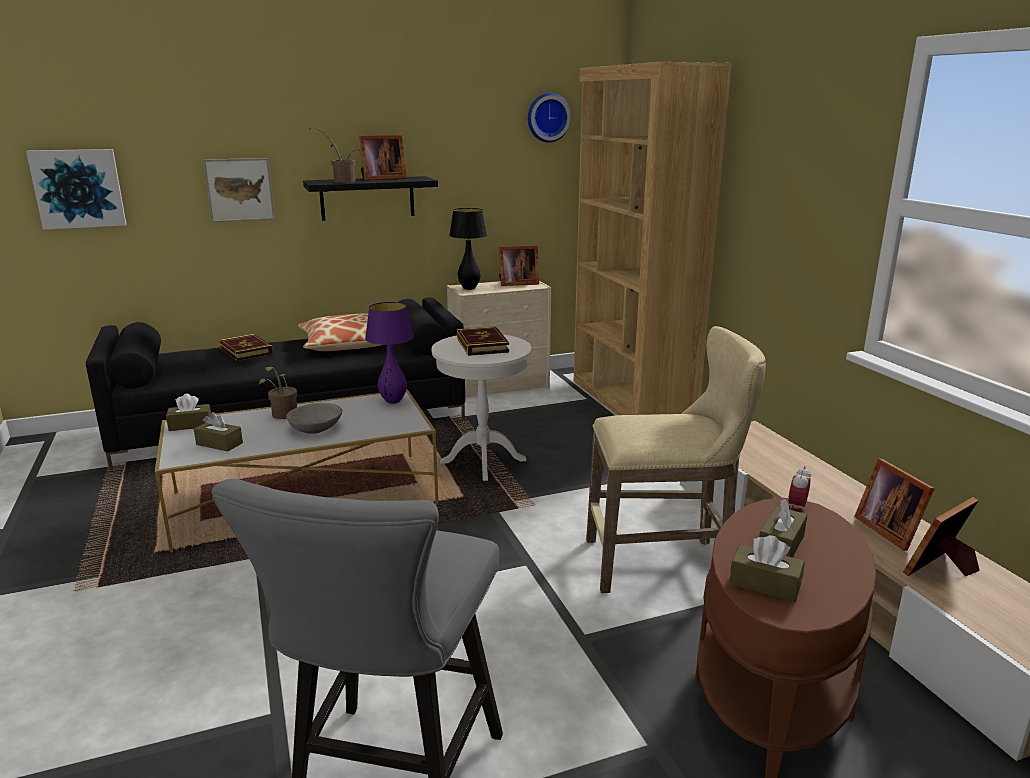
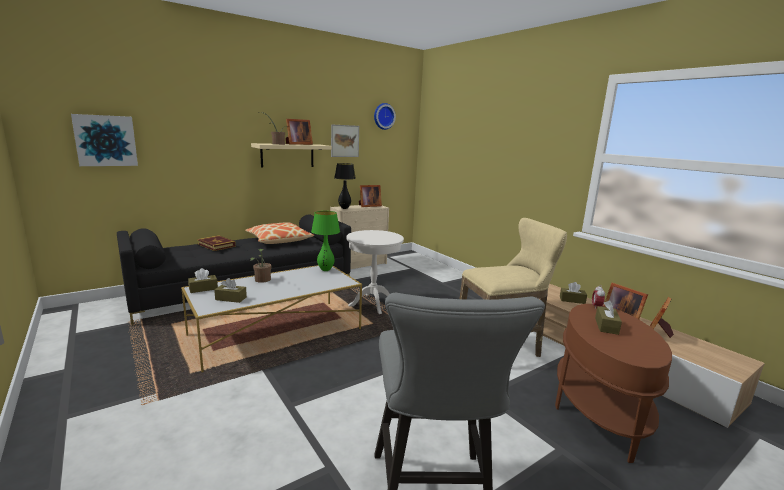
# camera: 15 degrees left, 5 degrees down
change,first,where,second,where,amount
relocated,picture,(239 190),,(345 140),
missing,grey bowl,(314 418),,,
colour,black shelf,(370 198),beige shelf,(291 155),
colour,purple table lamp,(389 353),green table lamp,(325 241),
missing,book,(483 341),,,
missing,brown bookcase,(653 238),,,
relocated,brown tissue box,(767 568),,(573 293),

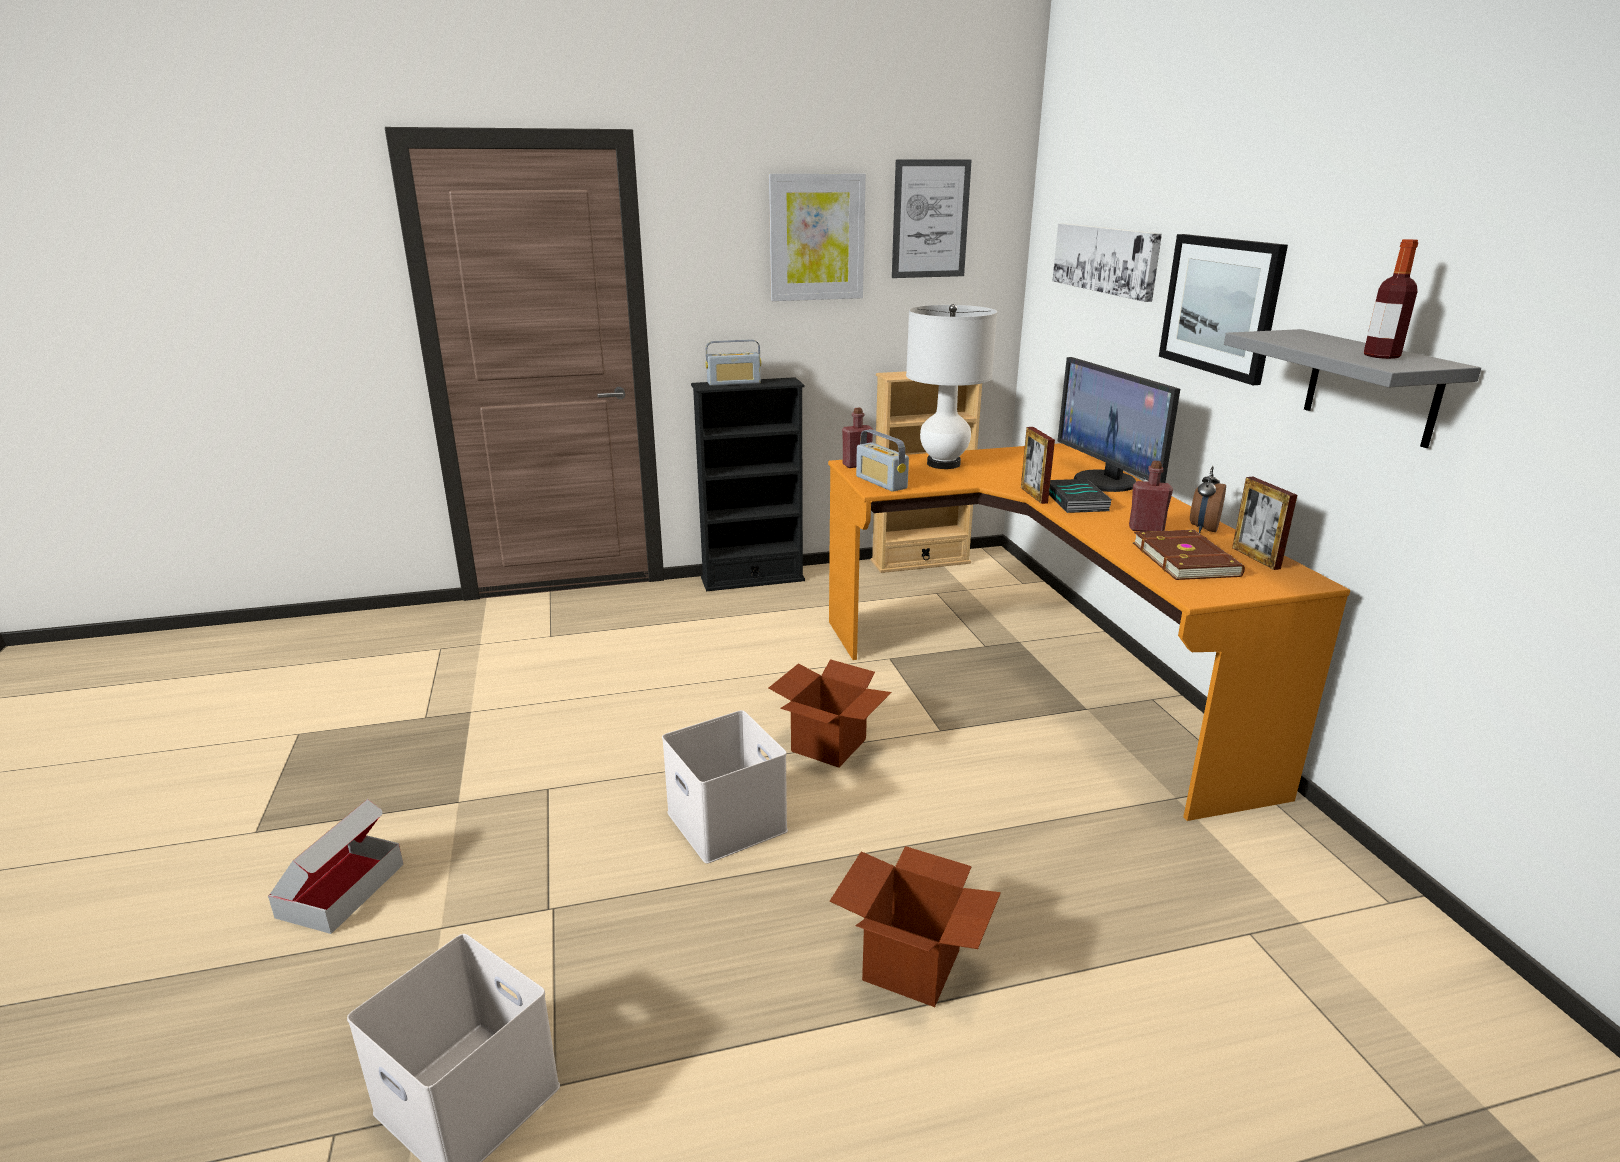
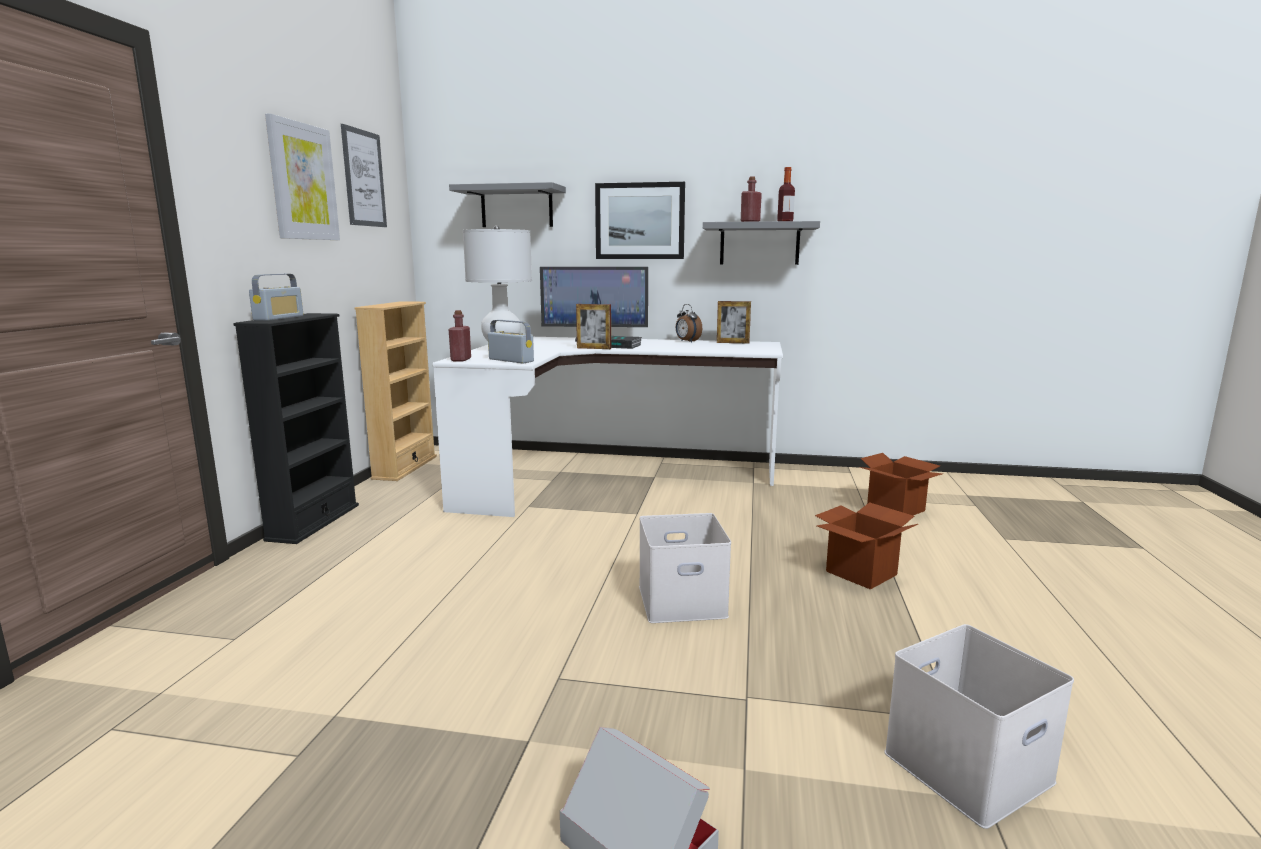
# camera: 65 degrees left, 10 degrees down
change,first,where,second,where,amount
relocated,cardboard box,(830 713),,(901 484),
colour,orange desk,(1089 632),white desk,(607 427),
spun,radio,(882 460),,(511 341),135 degrees counterclockwise
exchanged,picture,(1107 262),grey shelf,(507 204),
relocated,red bottle,(1151 496),,(751 199),
missing,brown book,(1189 555),,,

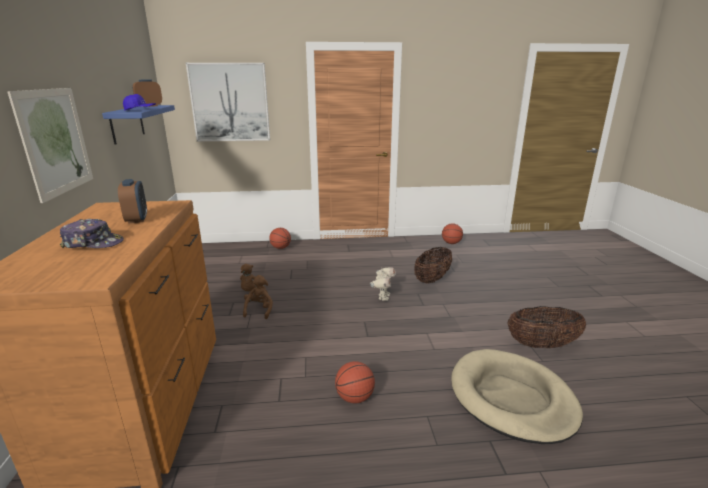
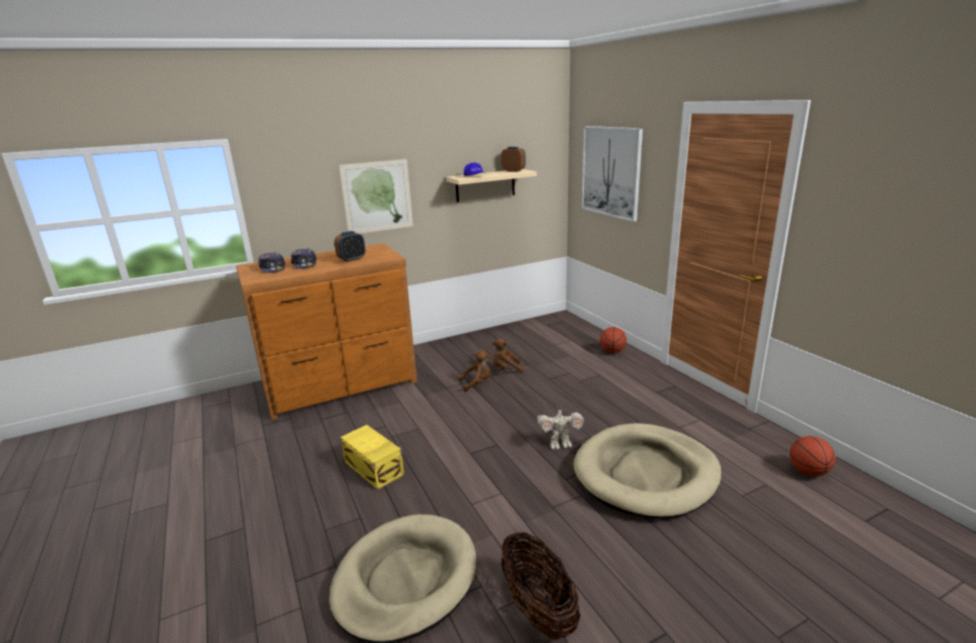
# camera: 70 degrees right, 0 degrees up
change,first,where,second,where,amount
colour,blue shelf,(138 125),beige shelf,(491 185),
exchanged,basketball,(355 382),yellow storage box,(372 457),
exchanged,basket,(433 265),beige dog bed,(647 470),
appeared,,,cap,(272 262),

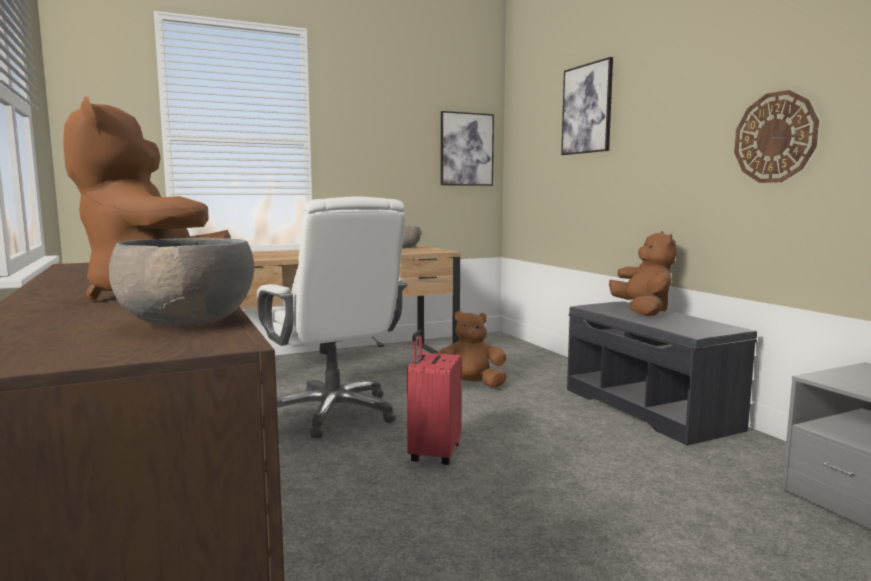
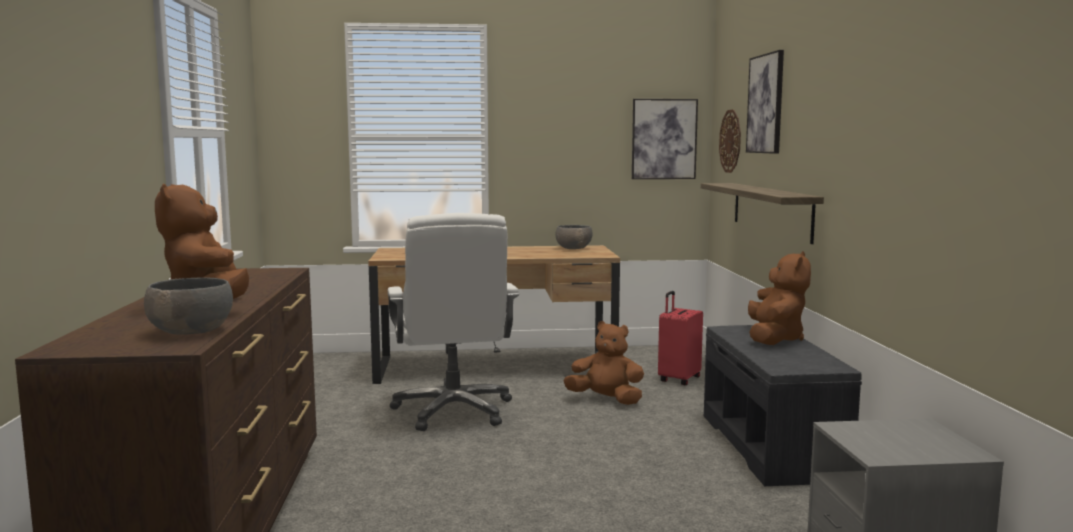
# camera: 20 degrees right, 0 degrees up
change,first,where,second,where,amount
relocated,red suitcase,(434 397),,(680 338),
relocated,wall clock,(776 136),,(730 141),
appeared,,,shelf,(762 213),

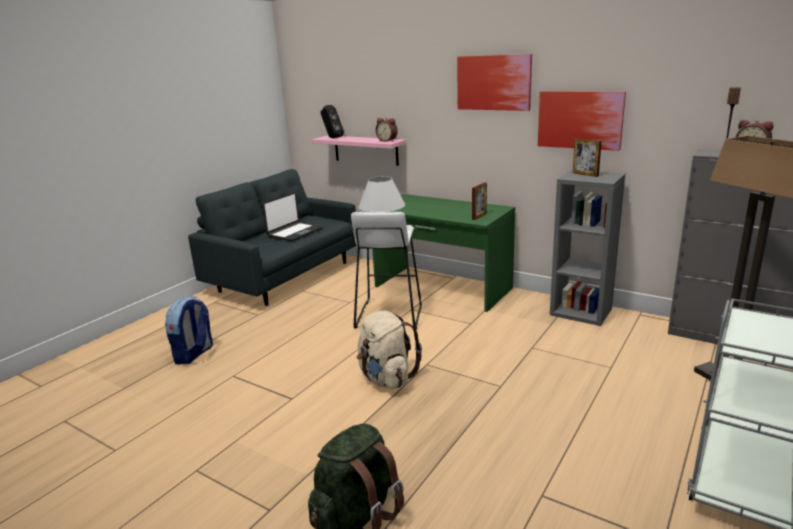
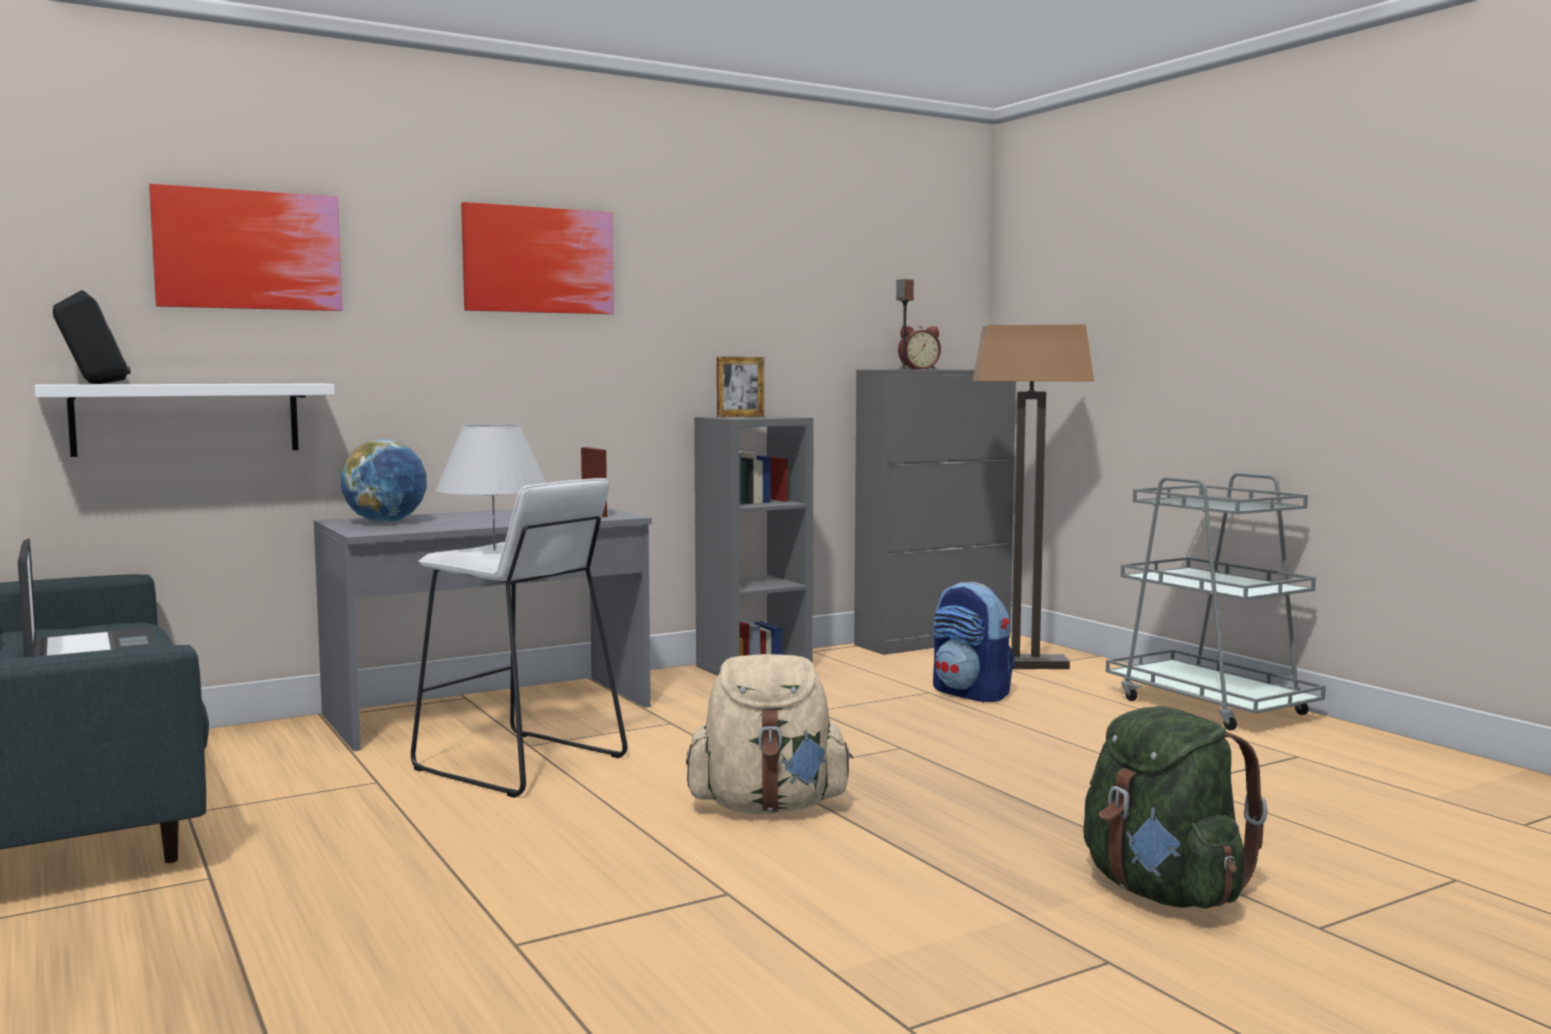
# camera: 65 degrees left, 15 degrees down
change,first,where,second,where,amount
relocated,backpack,(189 330),,(973 642),
colour,pink shelf,(359 150),white shelf,(184 420),
colour,green desk,(443 253),grey desk,(483 629),
missing,alarm clock,(387 130),,,
relocated,picture,(582 121),,(245 247),
appeared,,,globe,(384 480),

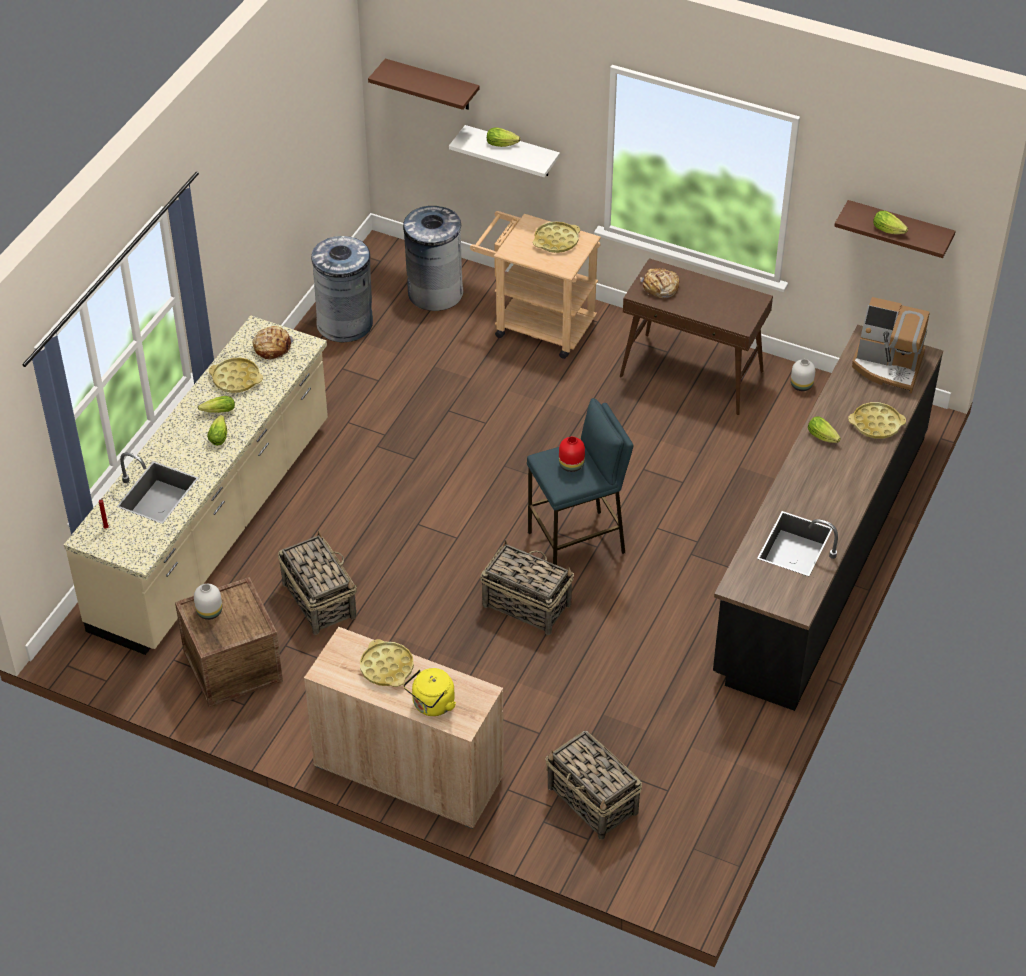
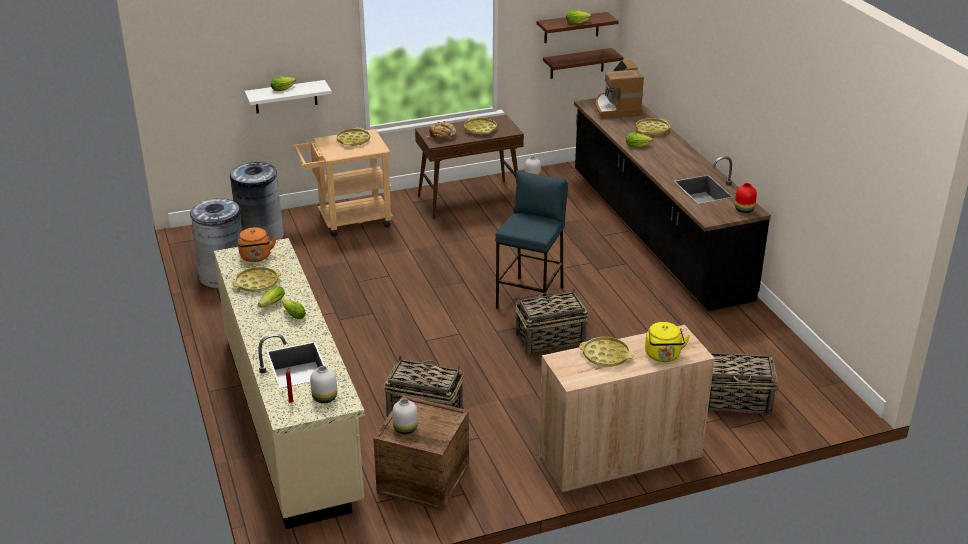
# camera: 45 degrees left, 15 degrees down
change,first,where,second,where,amount
exchanged,bread,(273 342),orange kettle,(257 245),
relocated,brown shelf,(424 84),,(583 63),
relocated,red vase,(572 454),,(746 198),
spun,coffee machine,(891 345),,(619 89),105 degrees clockwise
appeared,,,white vase,(323 384),
appeared,,,yellow tray,(480 125),

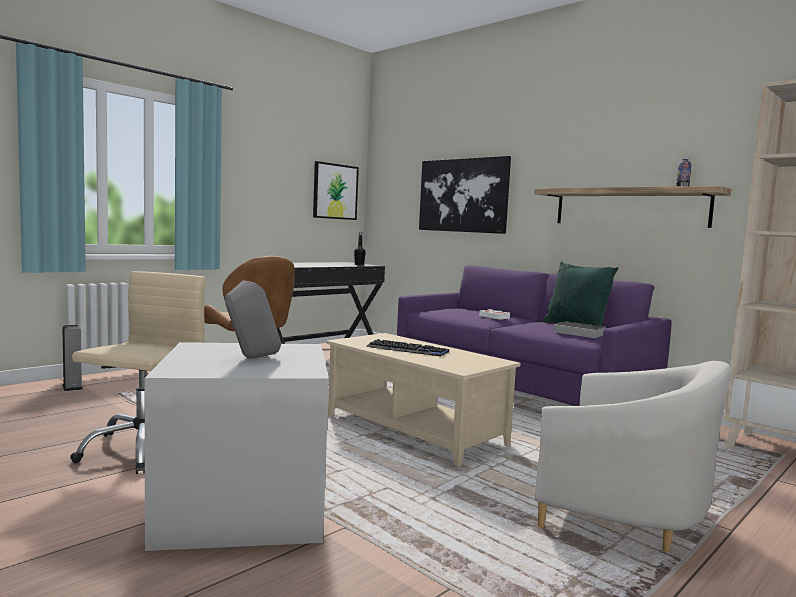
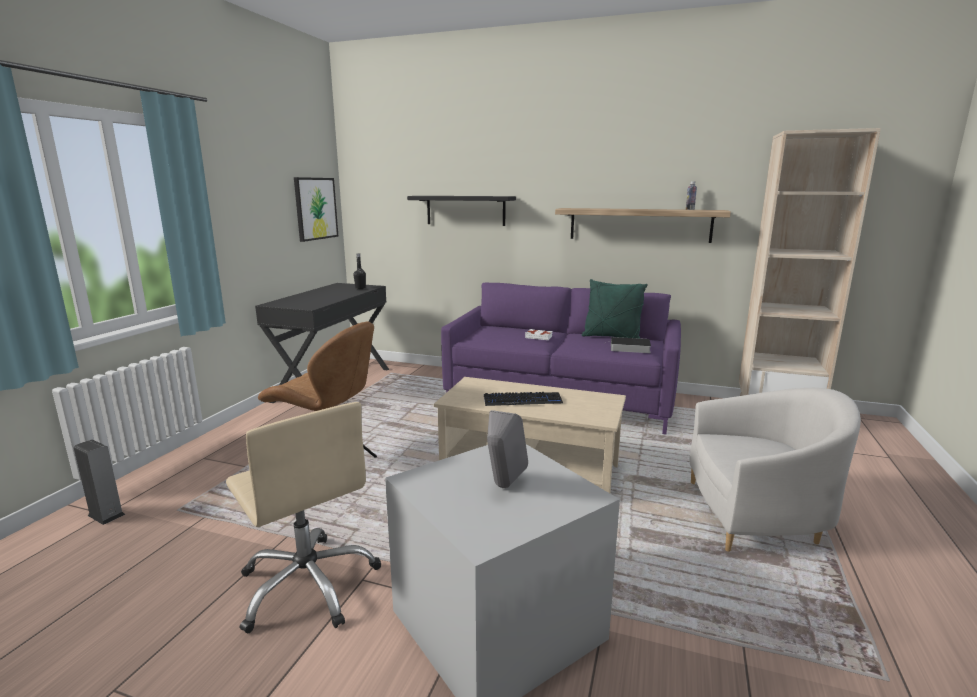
# camera: 25 degrees left, 10 degrees up
change,first,where,second,where,amount
spun,beige office chair,(138 372),,(303 518),150 degrees clockwise
exchanged,picture,(465 195),black shelf,(461 211),

